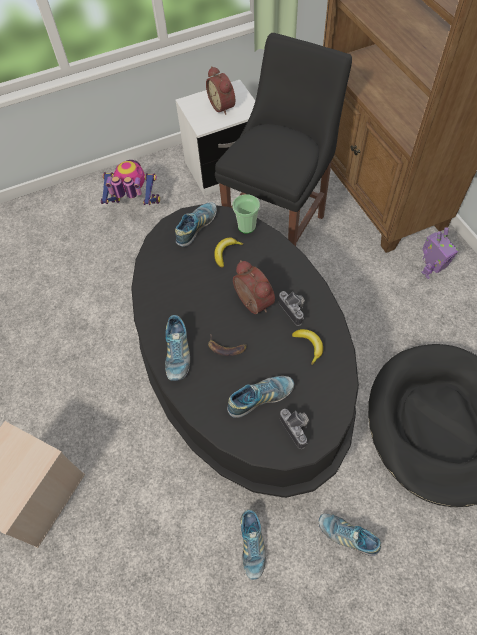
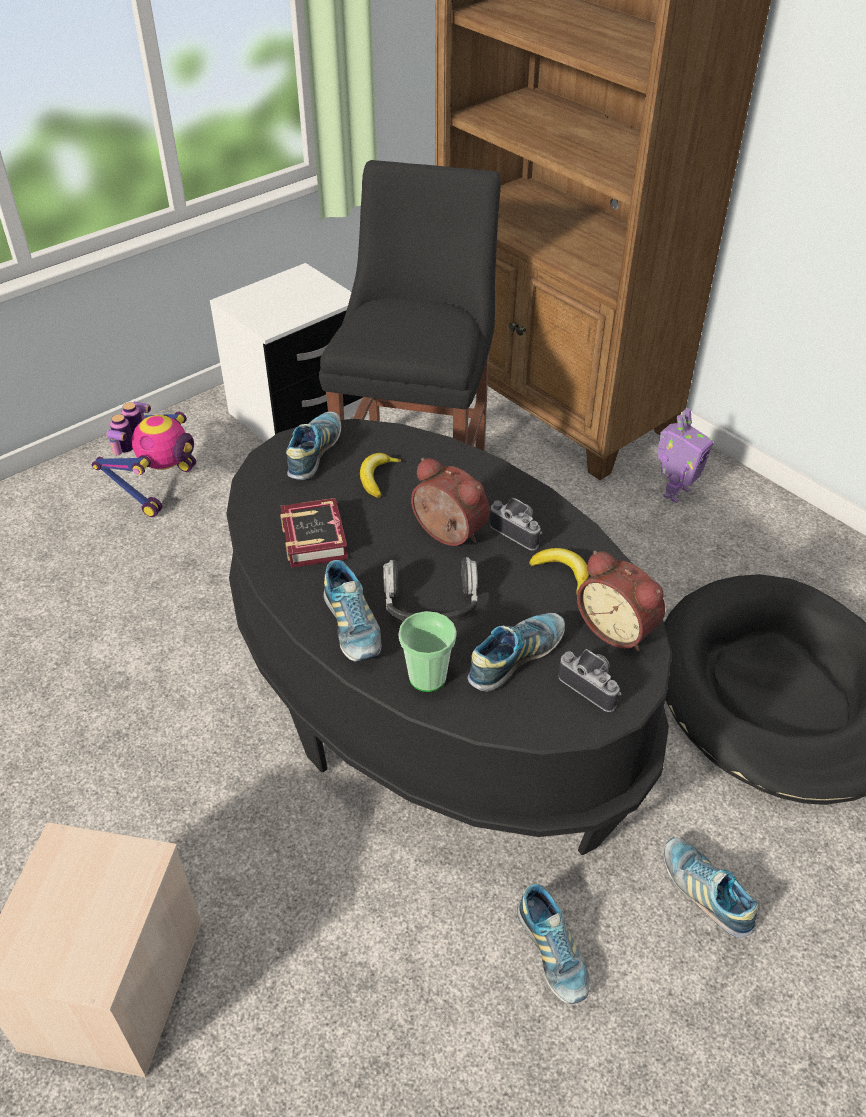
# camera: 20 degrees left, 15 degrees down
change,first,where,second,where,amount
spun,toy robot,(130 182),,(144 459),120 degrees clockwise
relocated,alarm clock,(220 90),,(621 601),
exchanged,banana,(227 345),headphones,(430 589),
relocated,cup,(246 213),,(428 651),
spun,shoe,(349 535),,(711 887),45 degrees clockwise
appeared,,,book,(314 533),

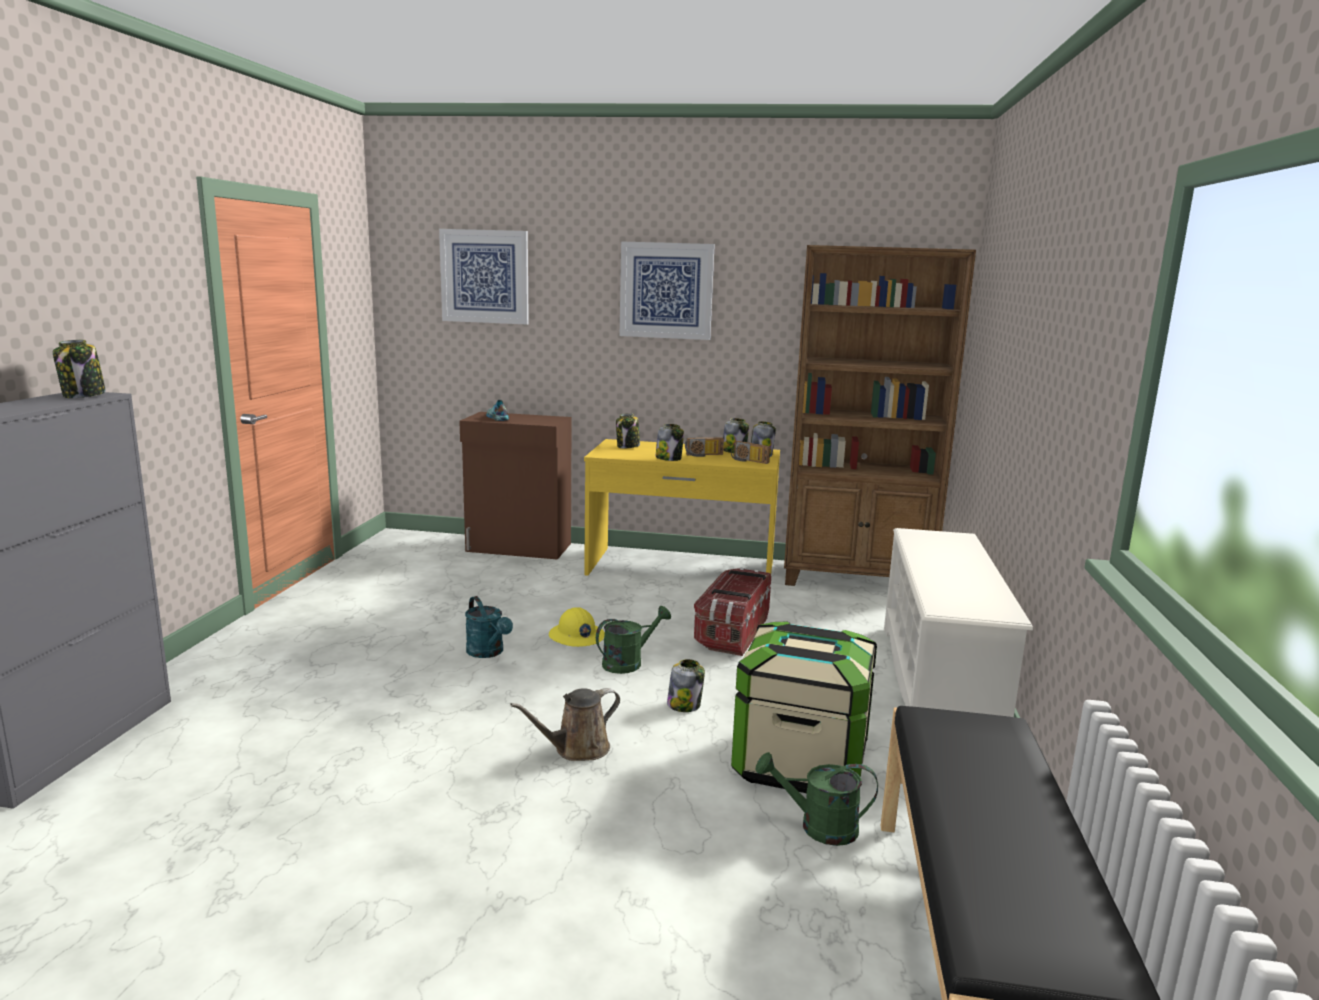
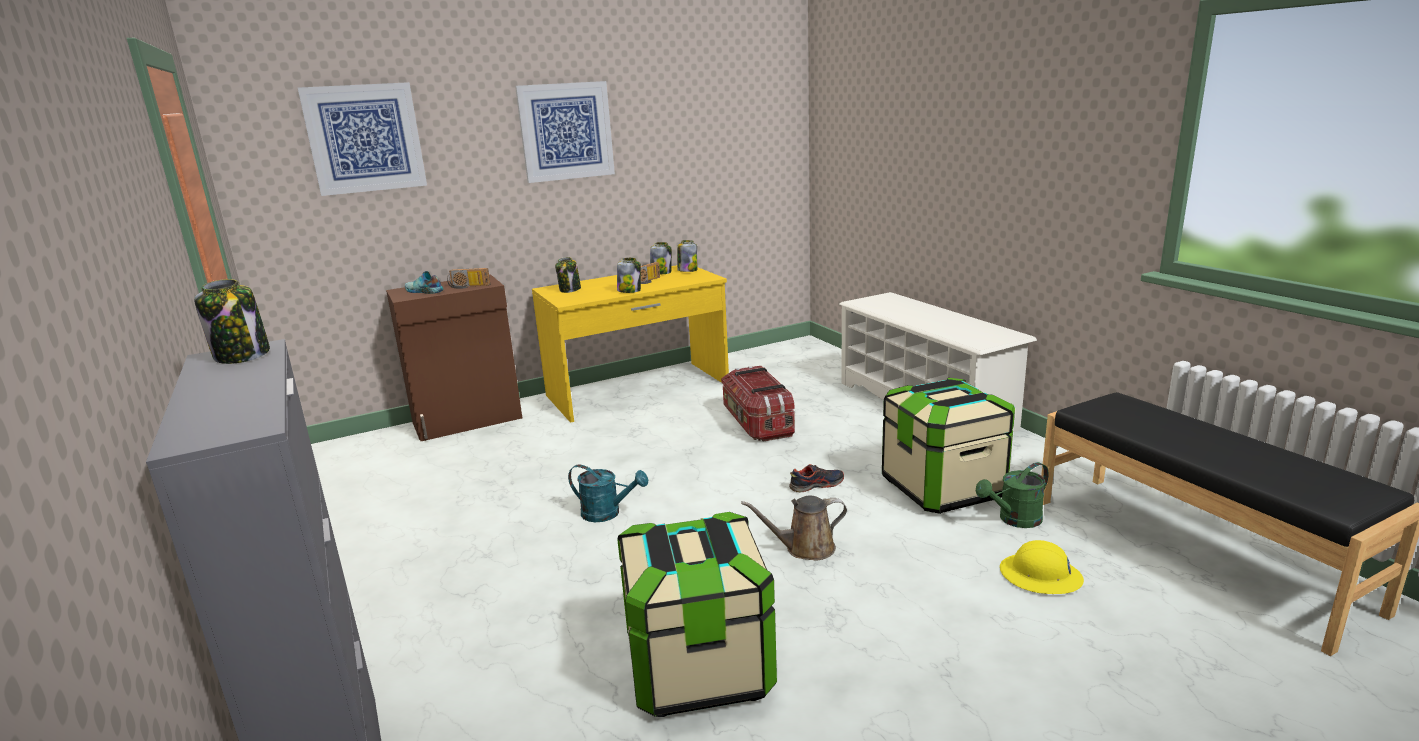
# camera: 35 degrees left, 5 degrees up
change,first,where,second,where,amount
spun,brown watering can,(565 724),,(794 528),60 degrees clockwise
relocated,yellow hard hat,(577 627),,(1042 567),
missing,green watering can,(633 640),,,
exchanged,jar,(686 685),shoe,(816 478),
relocated,radio,(750 452),,(469 278),
missing,brown bookcase,(880 415),,,
appeared,,,storage box,(697 614),

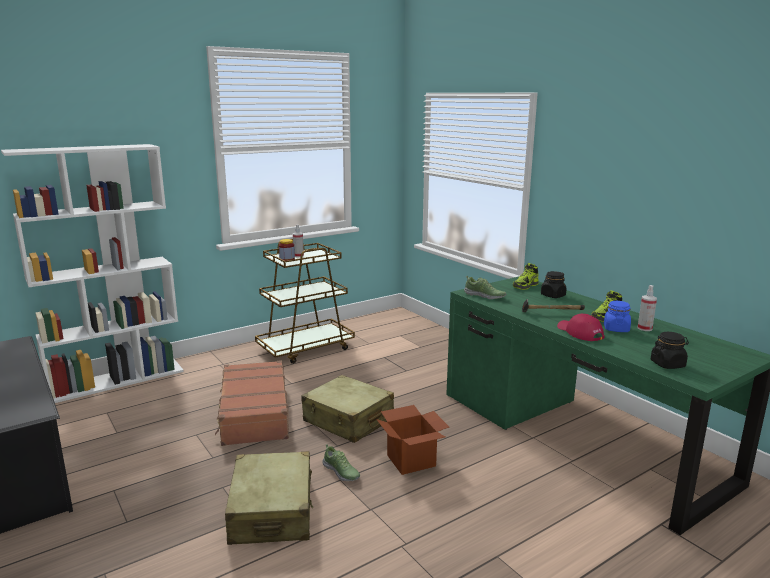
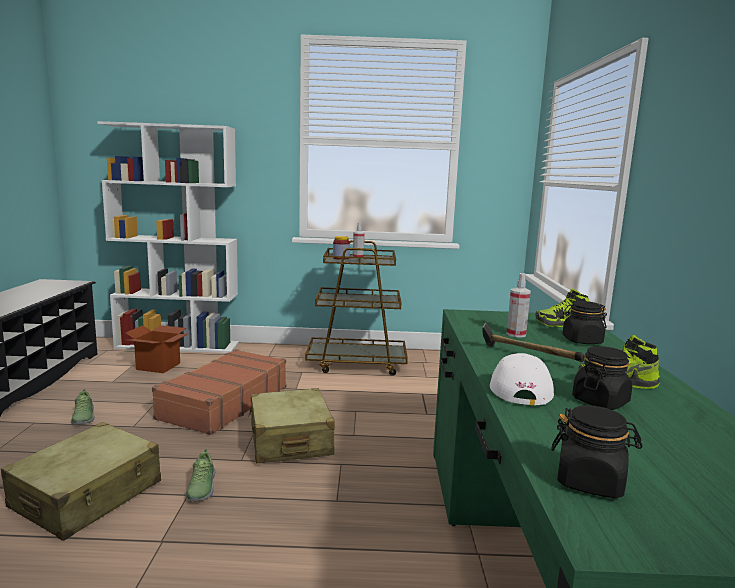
# camera: 35 degrees right, 5 degrees down
change,first,where,second,where,amount
relocated,cardboard box,(412 440),,(157 349),
relocated,shoe,(485 287),,(82 407),
colour,red cap,(581 327),white cap,(522 379),
colour,blue jar,(617 316),black jar,(602 378),
relocated,spray bottle,(647 308),,(519 305),

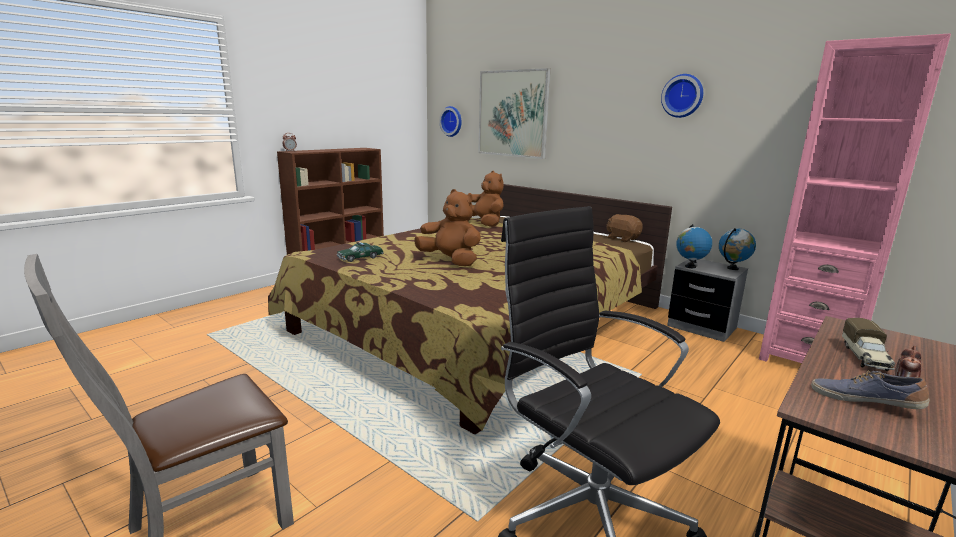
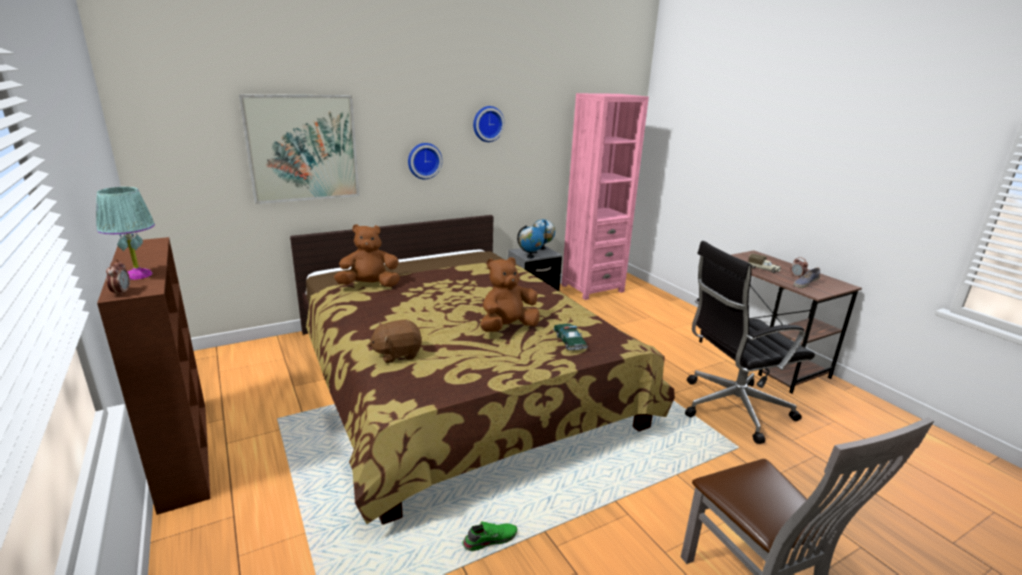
# camera: 70 degrees left, 5 degrees up
change,first,where,second,where,amount
relocated,toy car,(360 251),,(570 337),
relocated,wall clock,(450 121),,(425 161),
relocated,brown plush toy,(624 228),,(395 341),
appeared,,,turquoise table lamp,(125 233),
appeared,,,green shoe,(489 536),

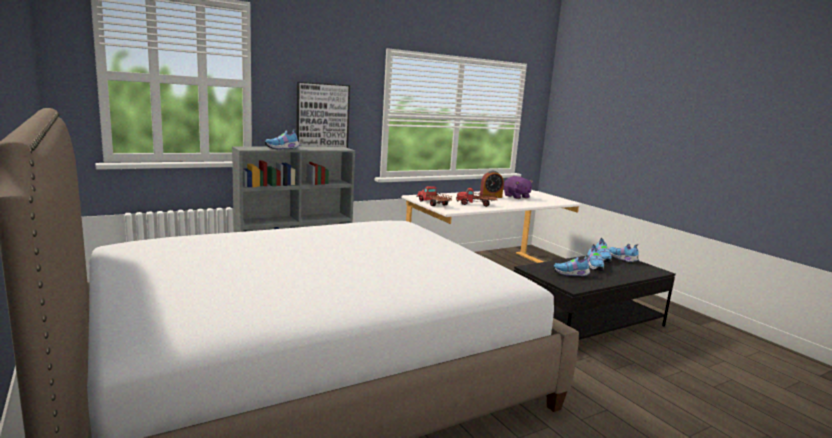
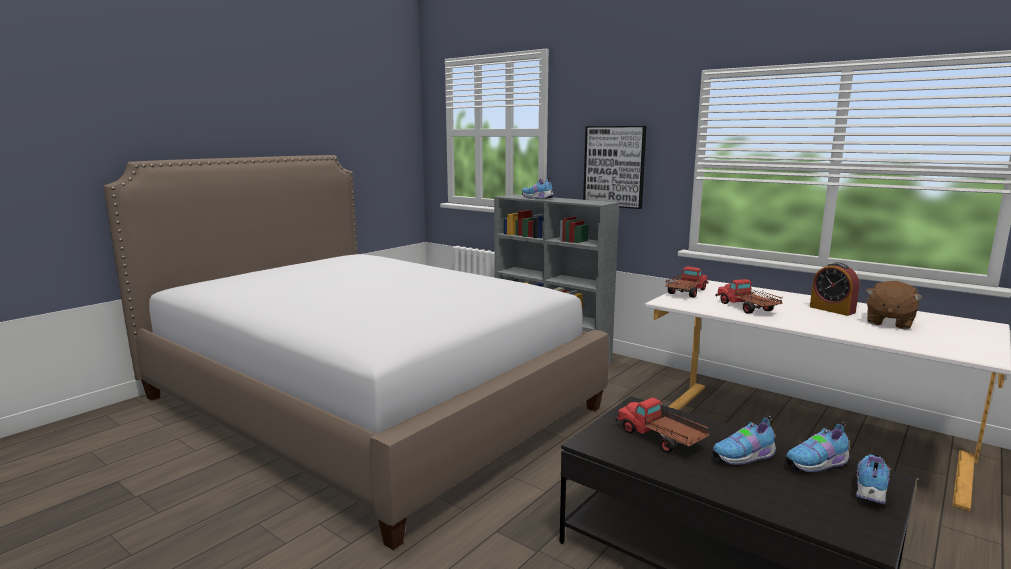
# camera: 70 degrees right, 0 degrees up
change,first,where,second,where,amount
colour,purple plush toy,(518 187),brown plush toy,(894 305),
exchanged,shoe,(571 266),toy truck,(662 425),

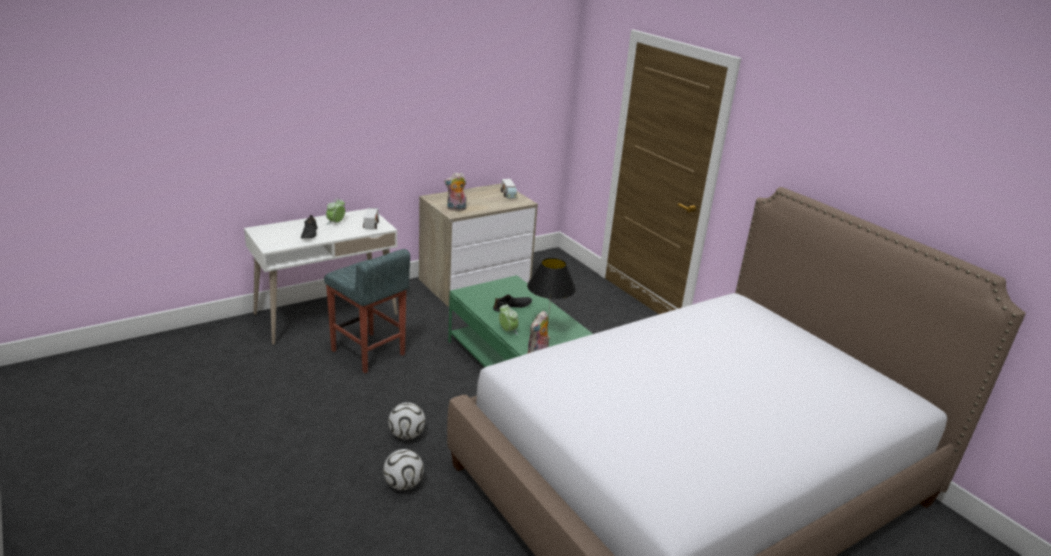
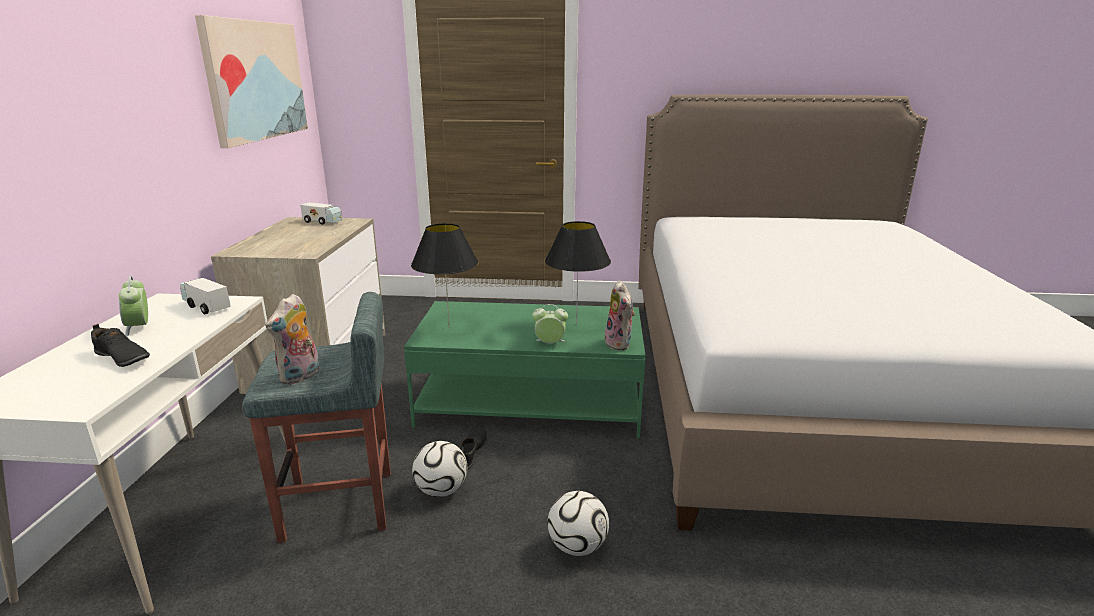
# camera: 50 degrees left, 5 degrees down
change,first,where,second,where,amount
relocated,football,(403 469),,(439 469),
relocated,plush toy,(455 192),,(293 339),
relocated,black shoe,(512 303),,(472 448),
appeared,,,picture,(251 81),
appeared,,,black table lamp,(445 275),

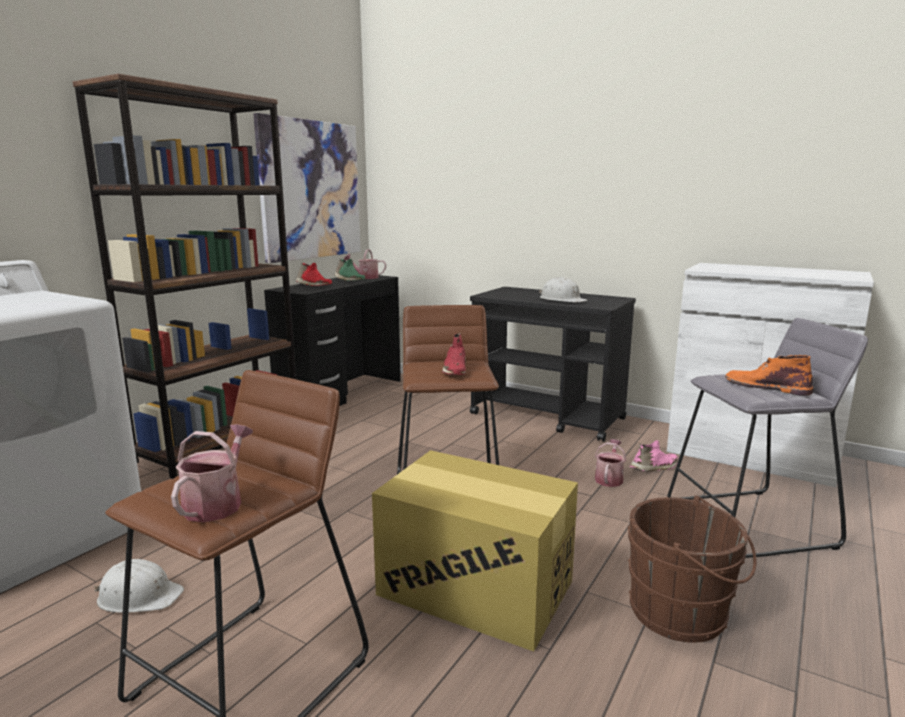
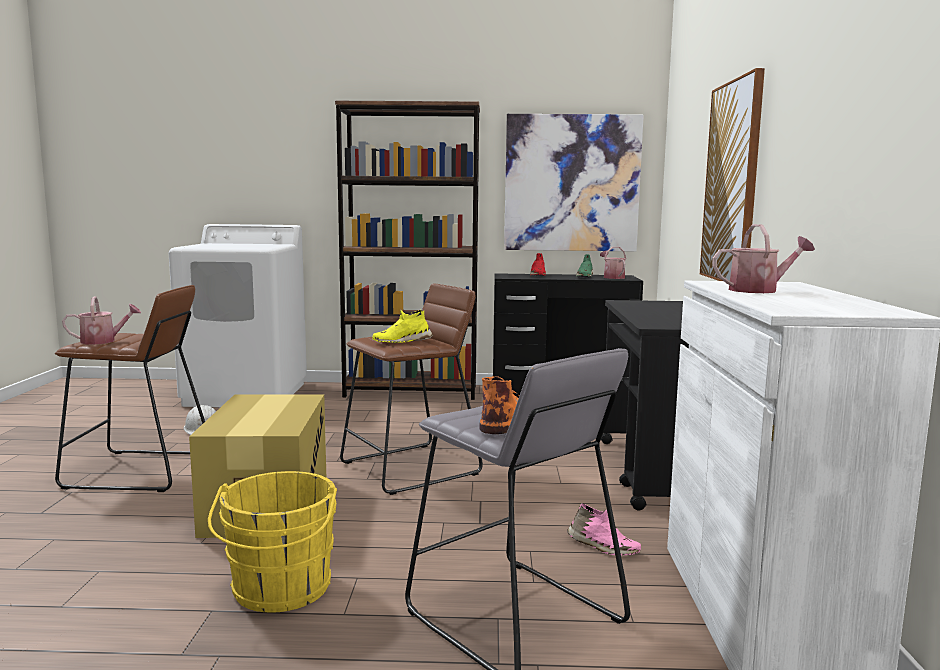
# camera: 60 degrees right, 5 degrees down
change,first,where,second,where,amount
colour,red shoe,(454 354),yellow shoe,(402 326),
missing,white hard hat,(563 289),,,
relocated,watering can,(610 463),,(763 258),
colour,brown bucket,(691 569),yellow bucket,(272 542),
appeared,,,picture,(732 174),

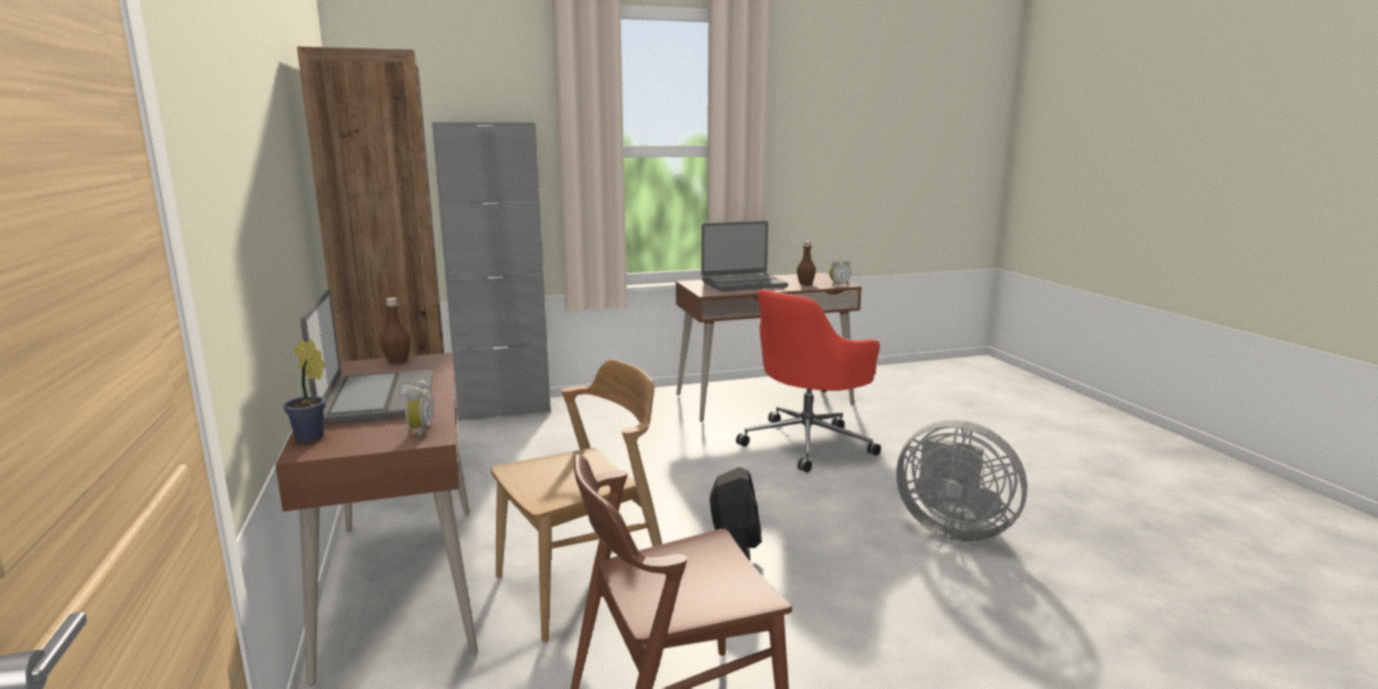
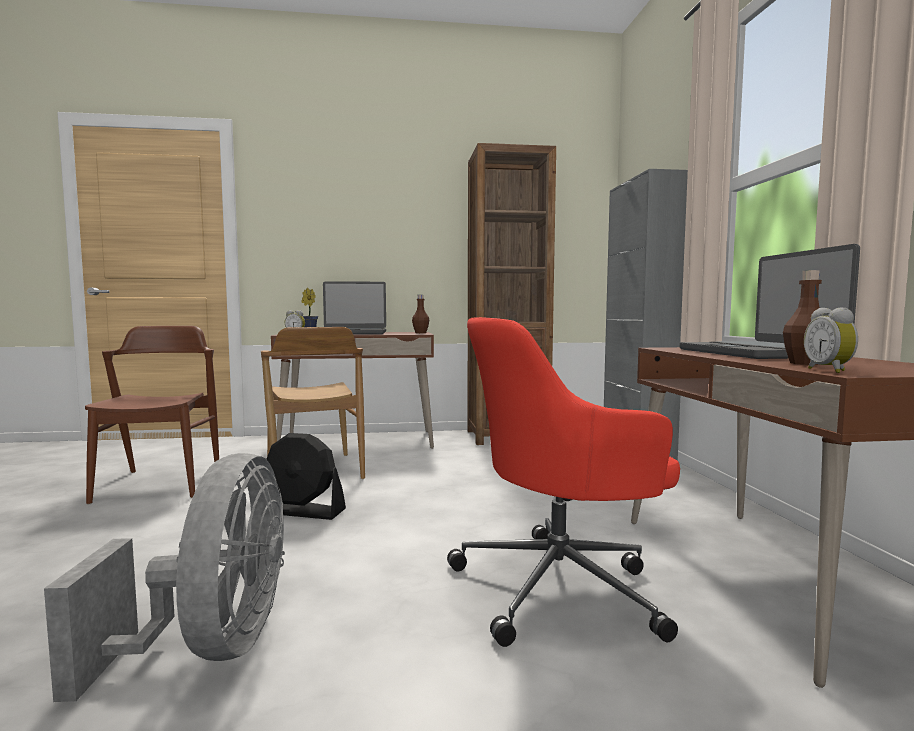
# camera: 100 degrees right, 10 degrees down
change,first,where,second,where,amount
spun,red office chair,(808 381),,(563 482),75 degrees counterclockwise
spun,grey fan,(961 481),,(164 577),135 degrees clockwise

